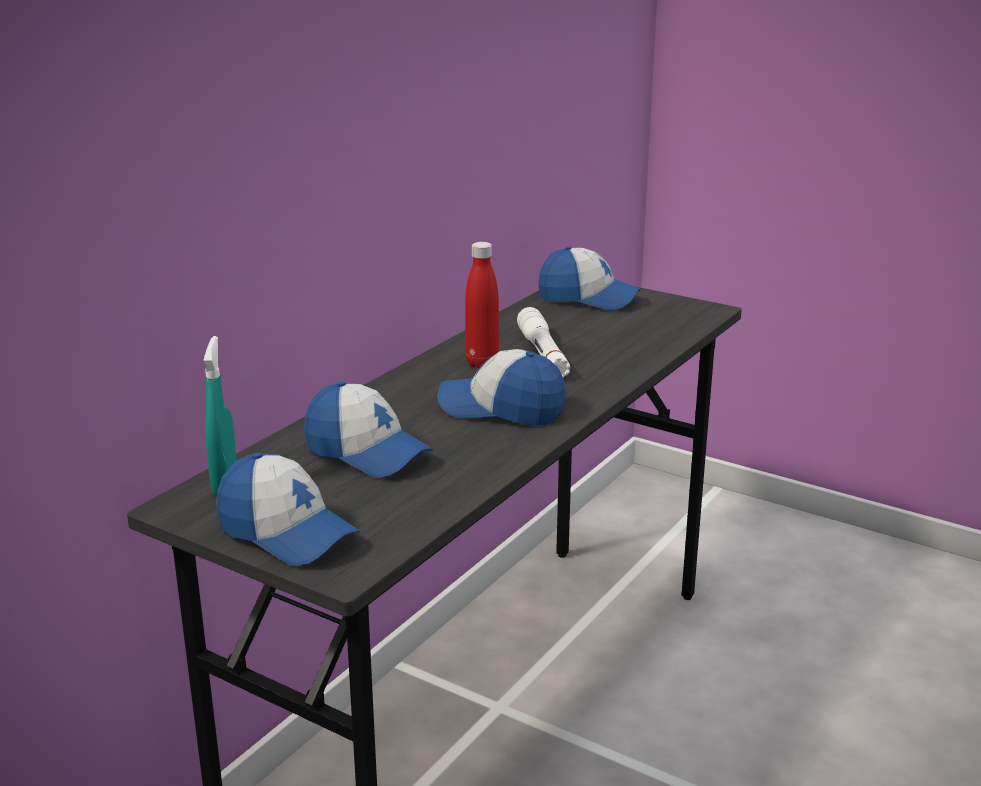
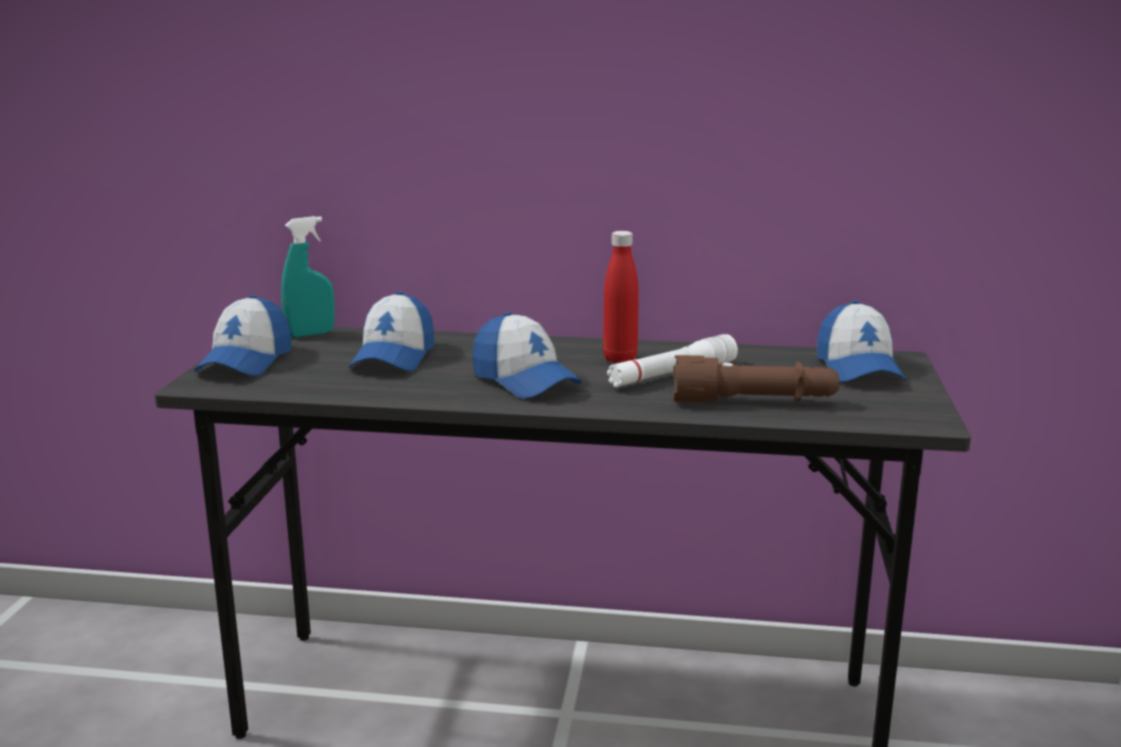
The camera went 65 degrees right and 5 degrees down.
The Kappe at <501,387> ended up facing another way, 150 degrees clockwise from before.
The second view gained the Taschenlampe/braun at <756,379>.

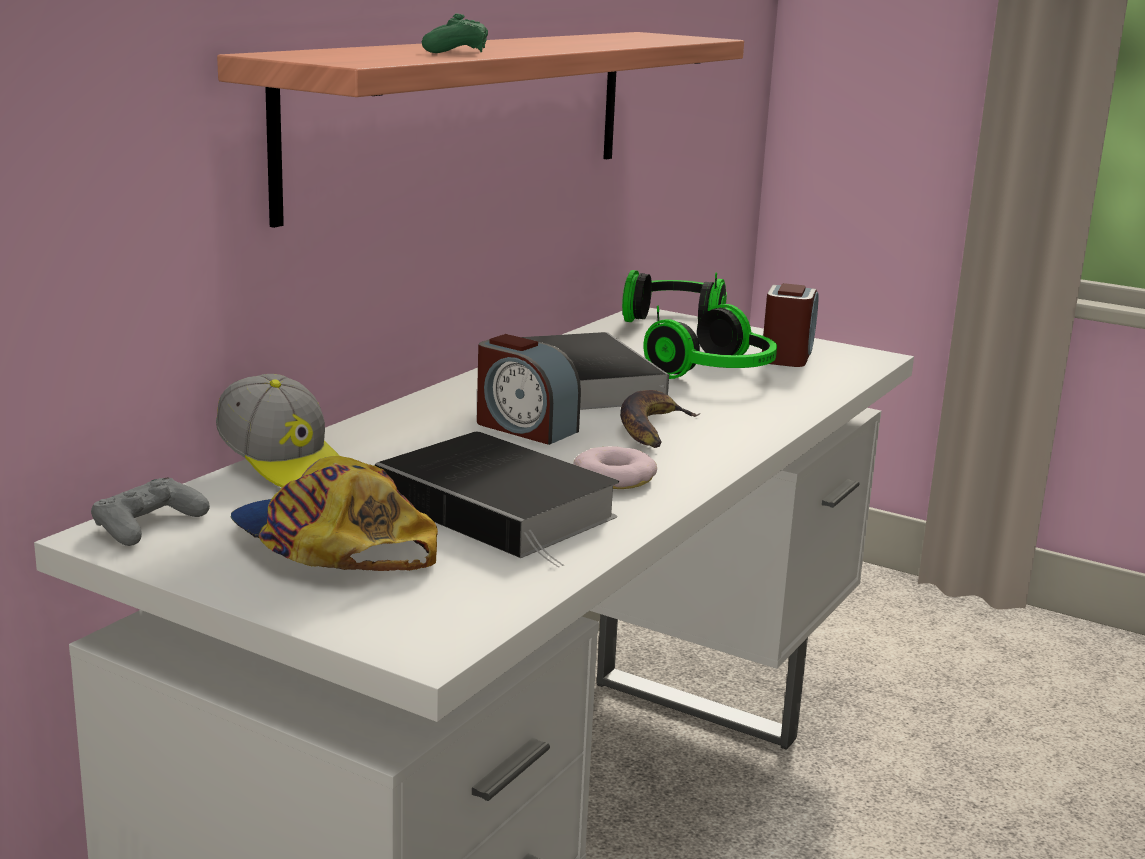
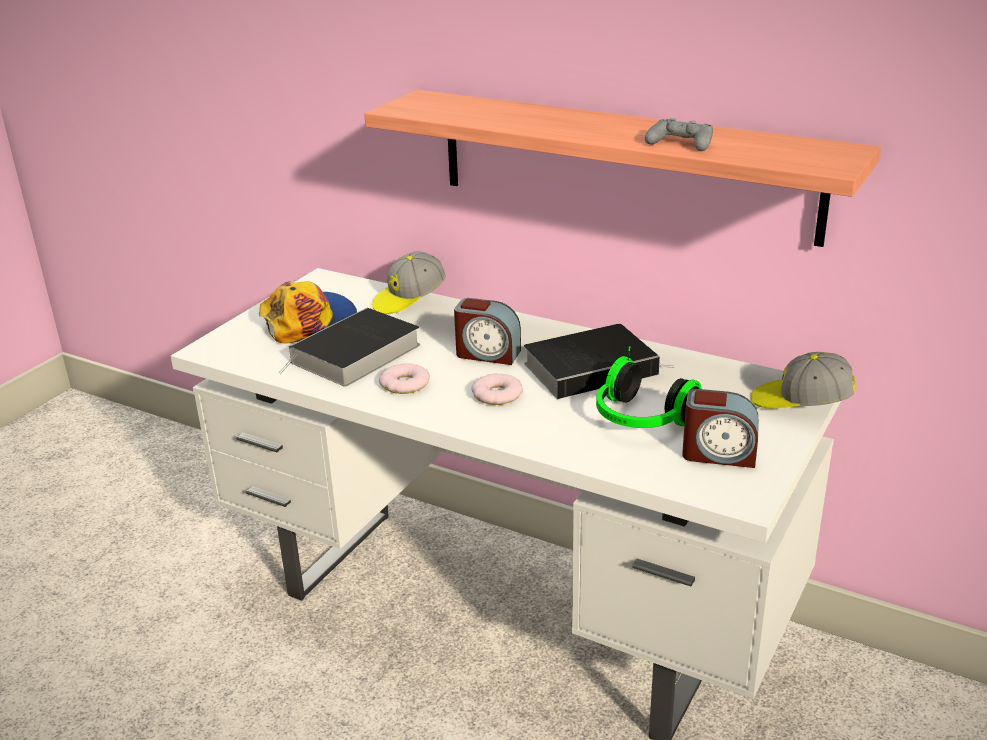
The camera went 90 degrees right and 10 degrees up.
The Gamepad/grau ended up elsewhere, having gone from <150,511> to <679,134>.
The second view lost the Gamepad/grün at <455,33>.
The Wecker at <529,389> ended up facing another way, 105 degrees counterclockwise from before.
Where the Banane stood at <660,419>, the Donut came to stand at <497,389>.
Where the Kopfhörer stood at <674,296>, the Kappe came to stand at <803,380>.

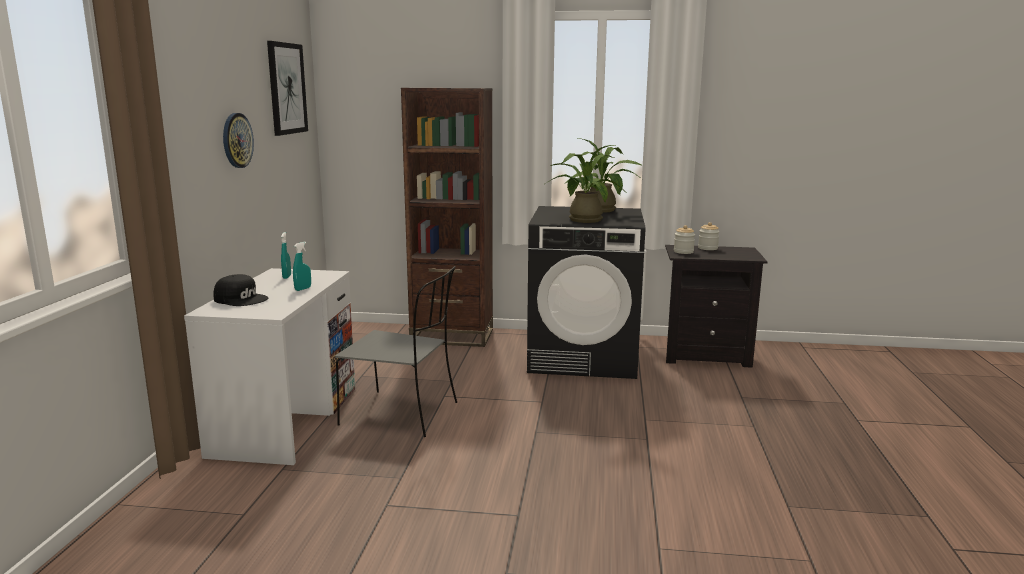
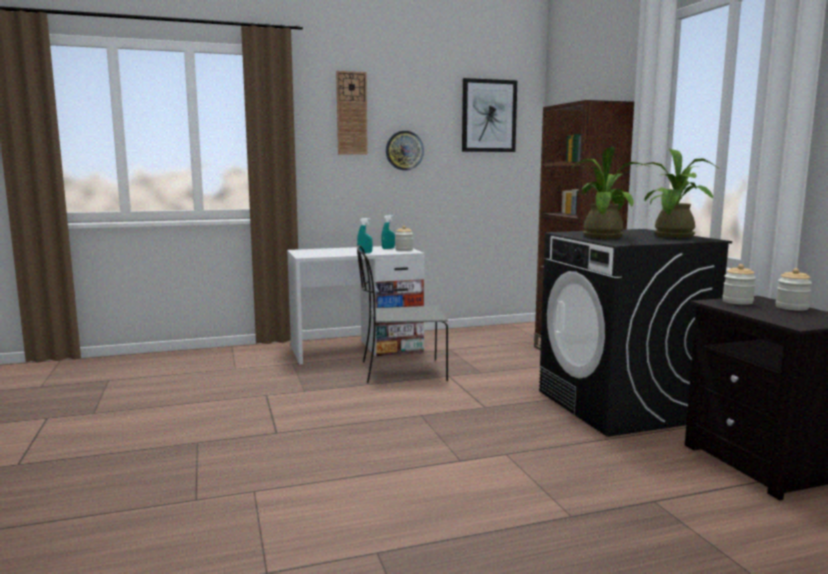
The camera went 65 degrees right and 5 degrees down.
The second view lost the Kappe/schwarz at <240,290>.
The Stuhl/grau at <396,351> ended up facing another way, 90 degrees clockwise from before.
The second view gained the Wanduhr at <352,113>.
The second view gained the Vorratsglas at <404,238>.

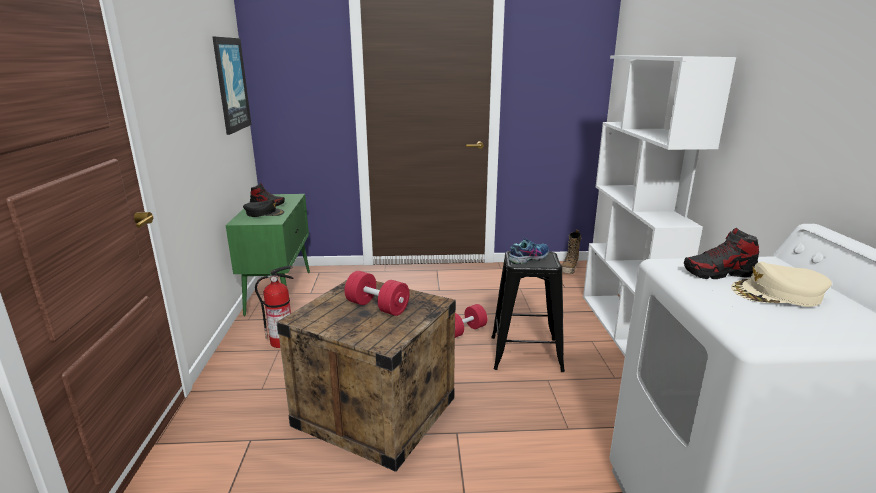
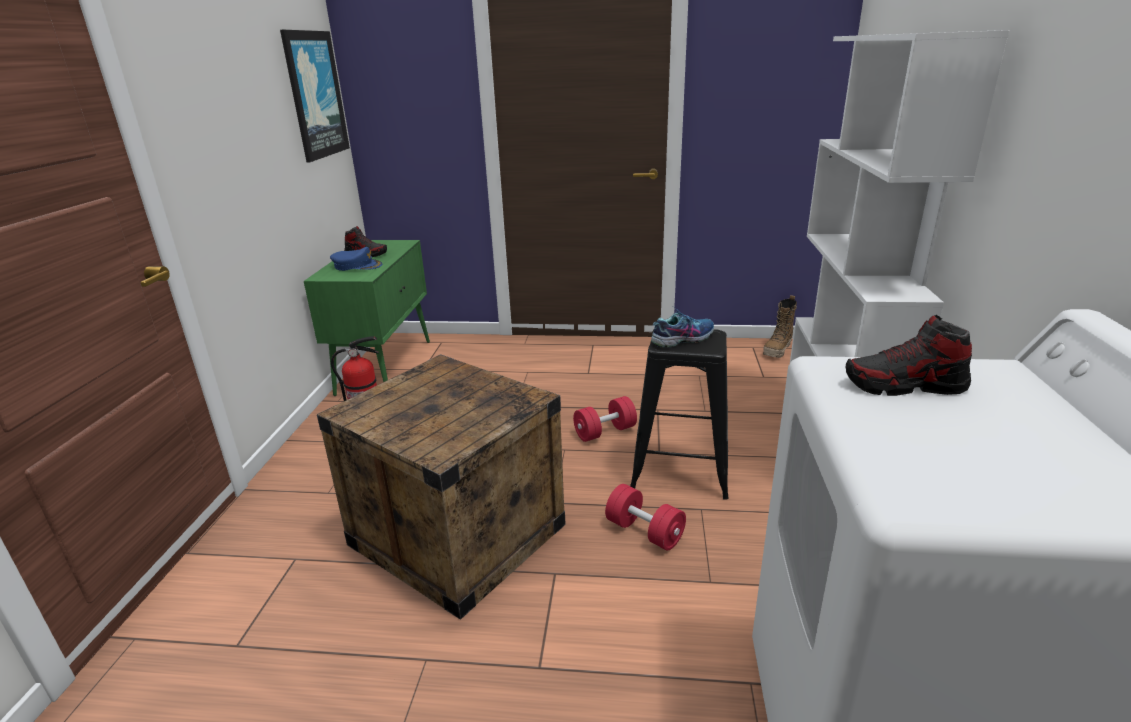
The camera went 10 degrees right and 5 degrees up.
What was the Kappe/schwarz at <263,208> turned into the Kappe/blau at <356,259>.
The Hantel/rot ended up elsewhere, having gone from <377,293> to <645,517>.
The second view lost the Kappe/beige at <781,284>.

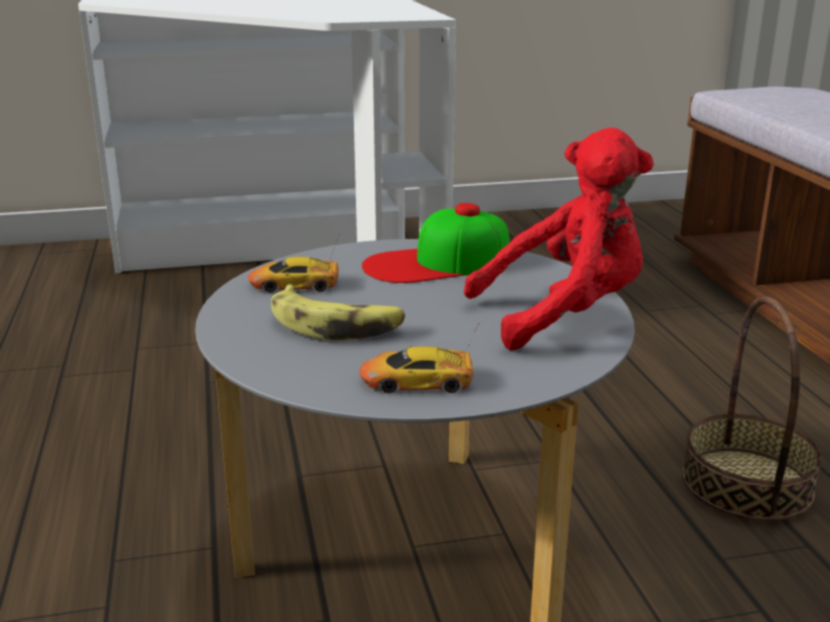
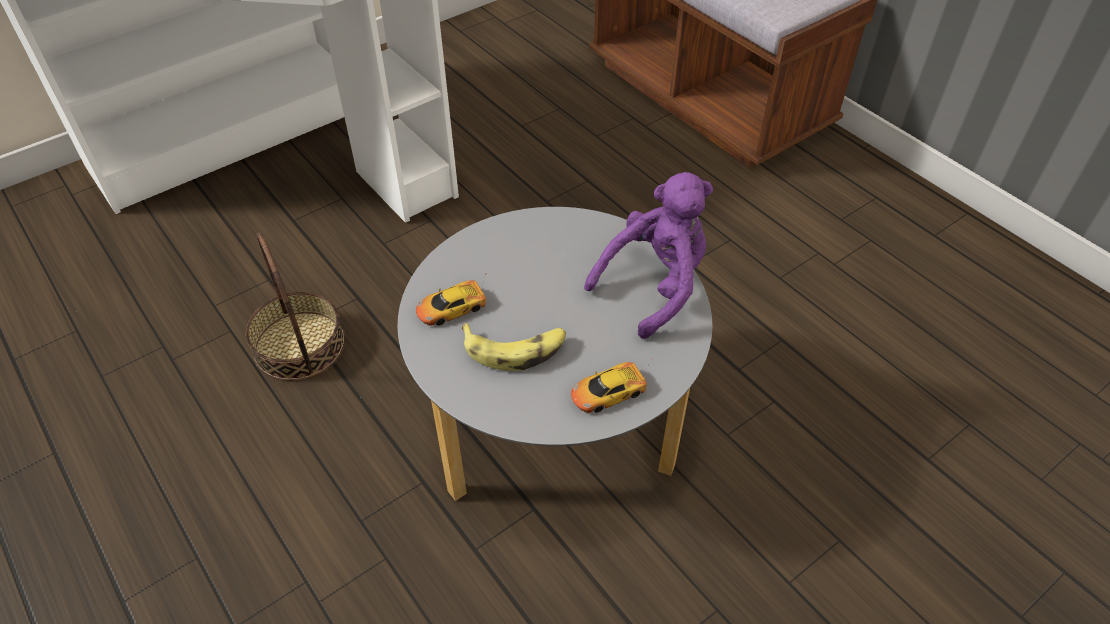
The camera went 25 degrees left and 25 degrees up.
The second view lost the Kappe at <436,243>.
What was the Plüschtier/rot at <559,239> turned into the Plüschtier/lila at <648,255>.
The Korb ended up elsewhere, having gone from <752,409> to <295,307>.

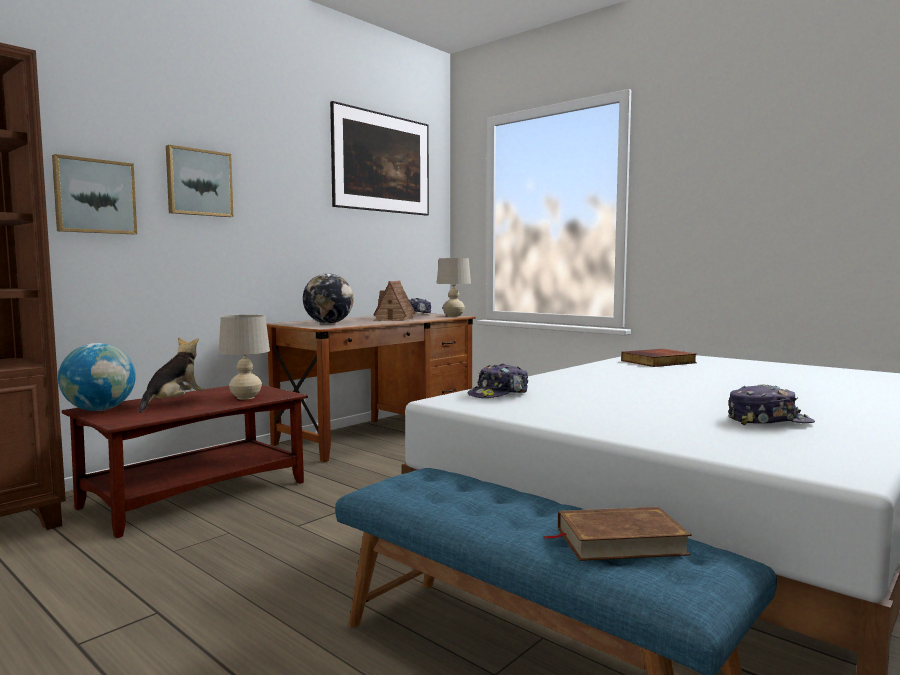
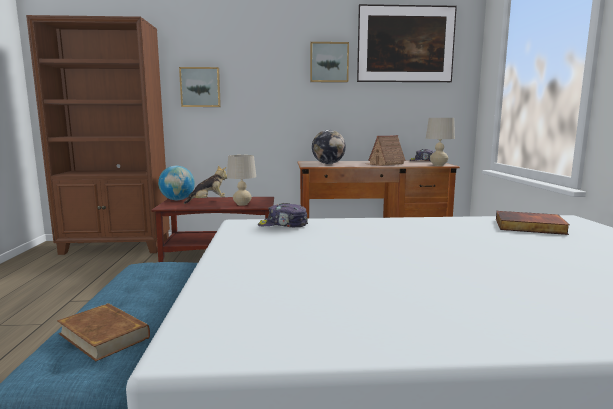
The camera went 45 degrees right and 5 degrees up.
The Bild ended up elsewhere, having gone from <199,181> to <329,62>.
The second view lost the Kappe at <771,404>.

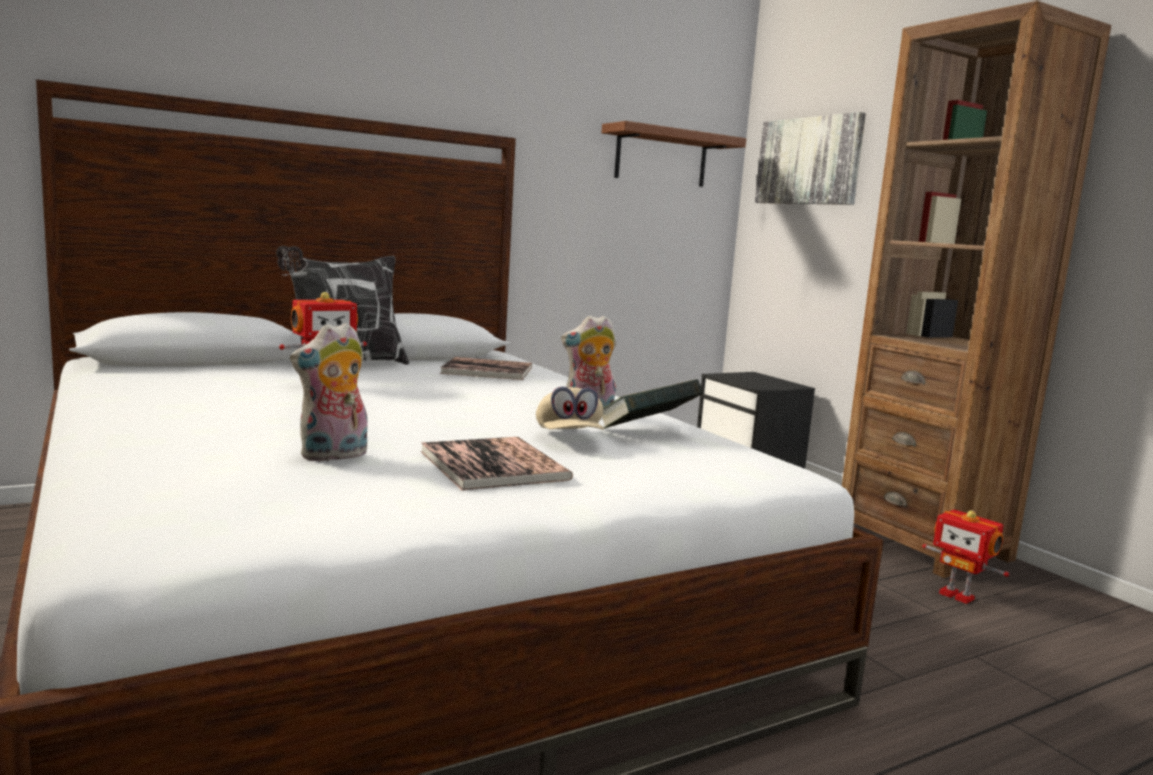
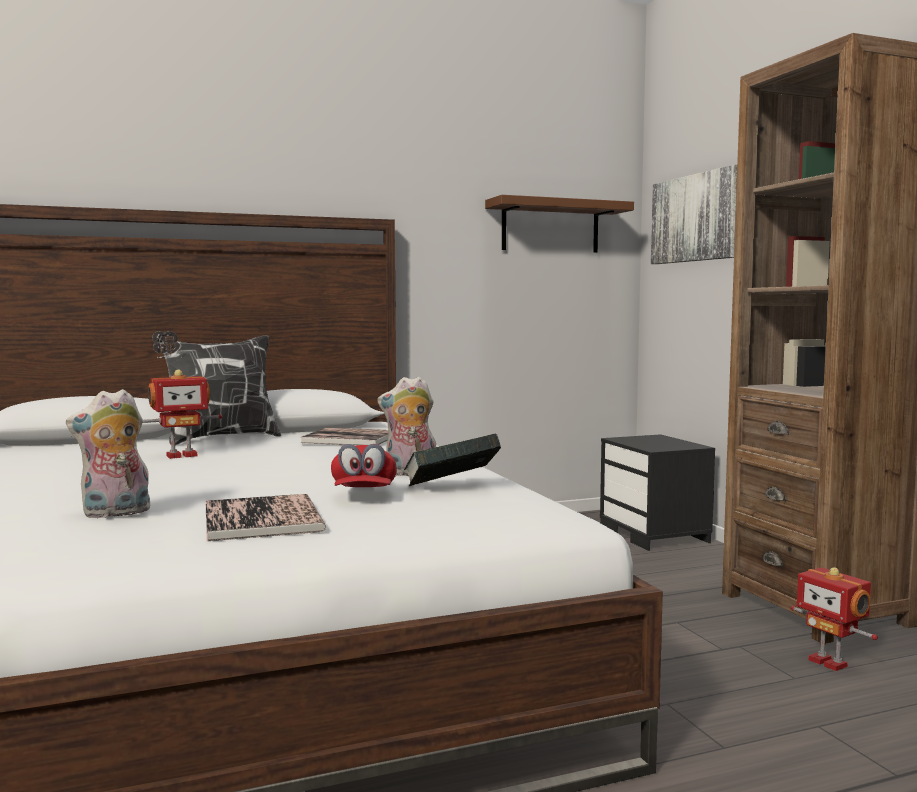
The camera went 10 degrees right and 5 degrees down.
What was the Kappe/beige at <570,408> turned into the Kappe/rot at <364,465>.

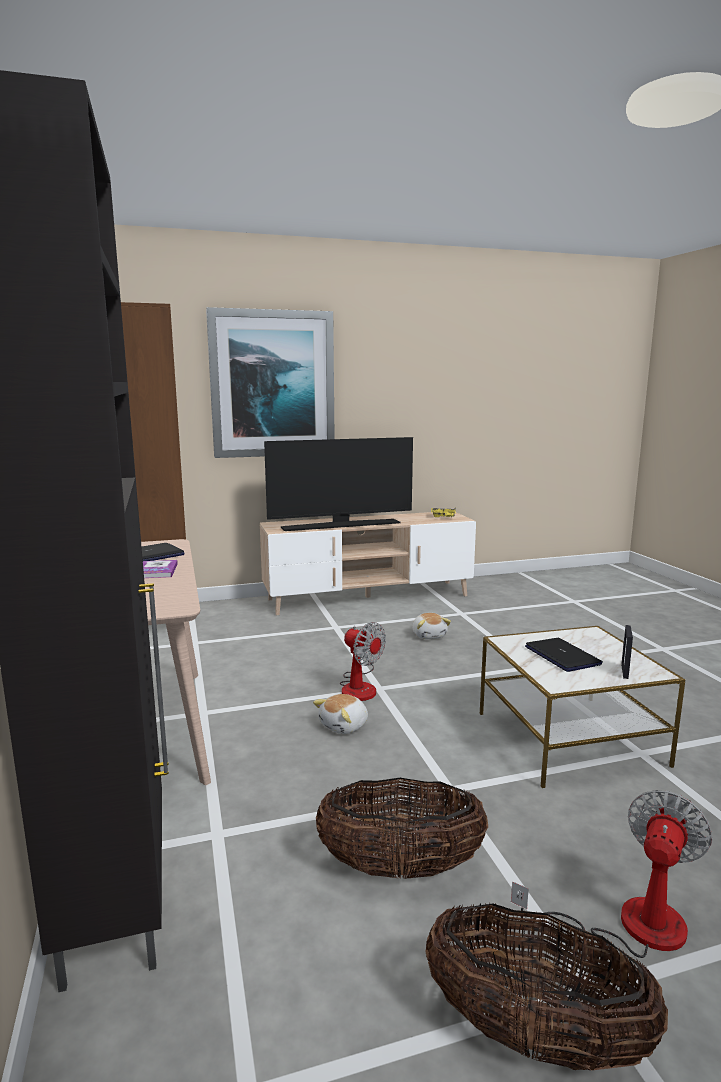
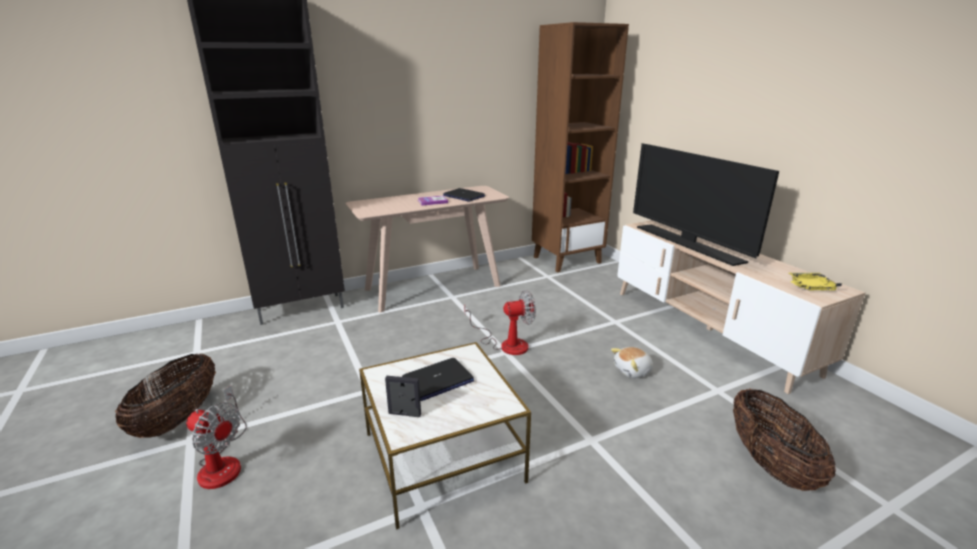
The camera went 80 degrees right and 10 degrees up.
The second view lost the Bild at <270,382>.
The second view lost the Plüschtier at <340,714>.
The Korb ended up elsewhere, having gone from <402,828> to <784,439>.
The Ventilator at <363,661> ended up facing another way, 135 degrees counterclockwise from before.

